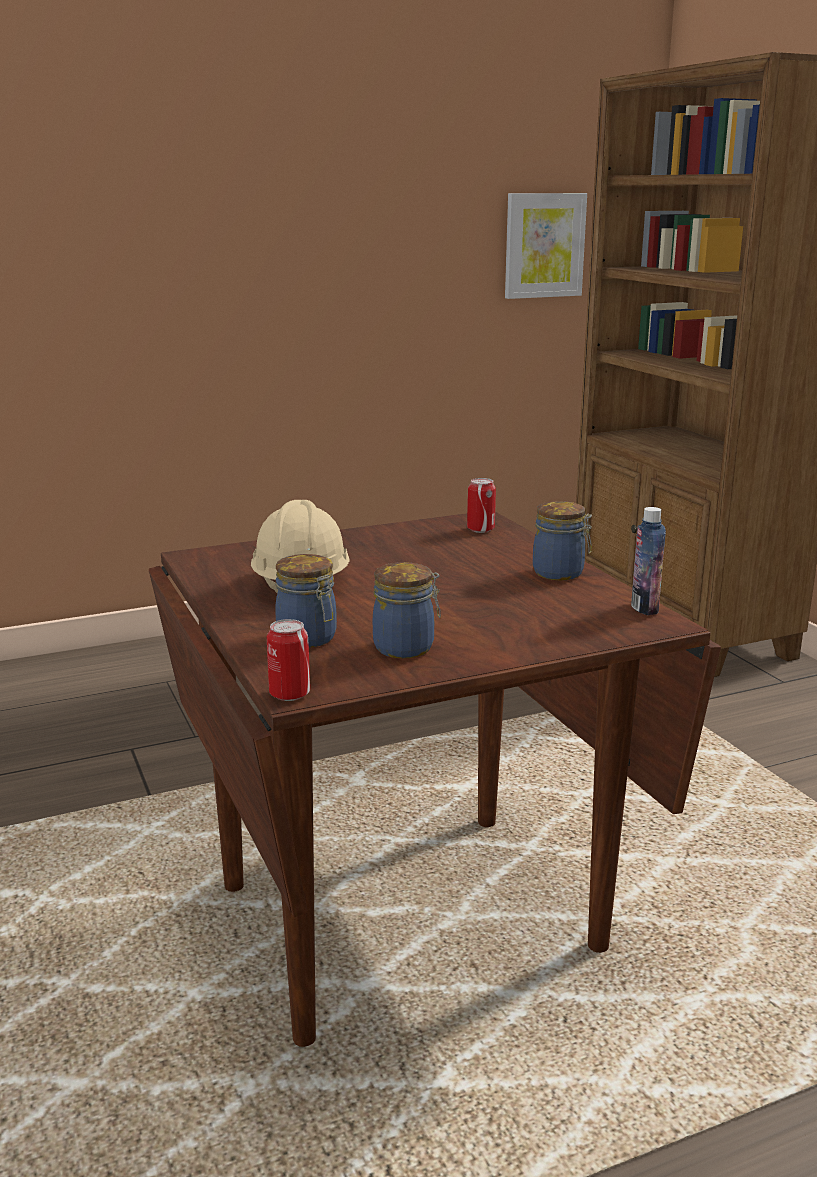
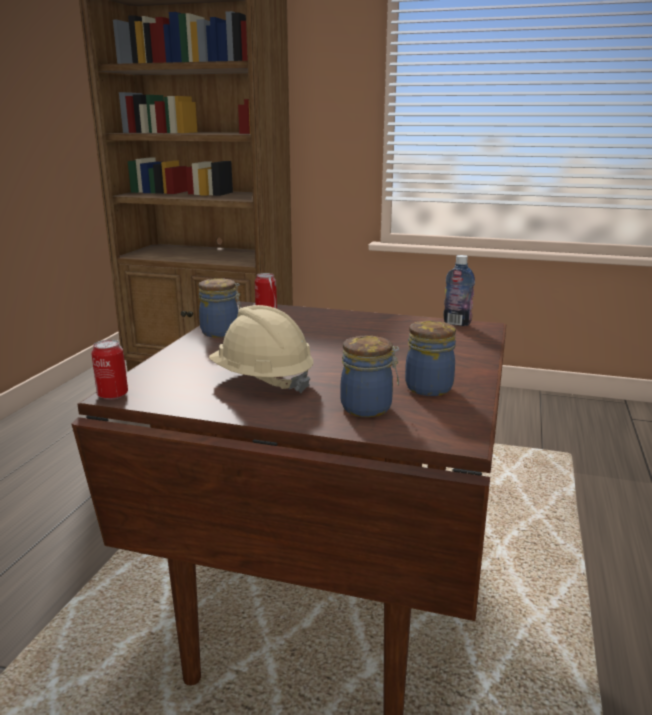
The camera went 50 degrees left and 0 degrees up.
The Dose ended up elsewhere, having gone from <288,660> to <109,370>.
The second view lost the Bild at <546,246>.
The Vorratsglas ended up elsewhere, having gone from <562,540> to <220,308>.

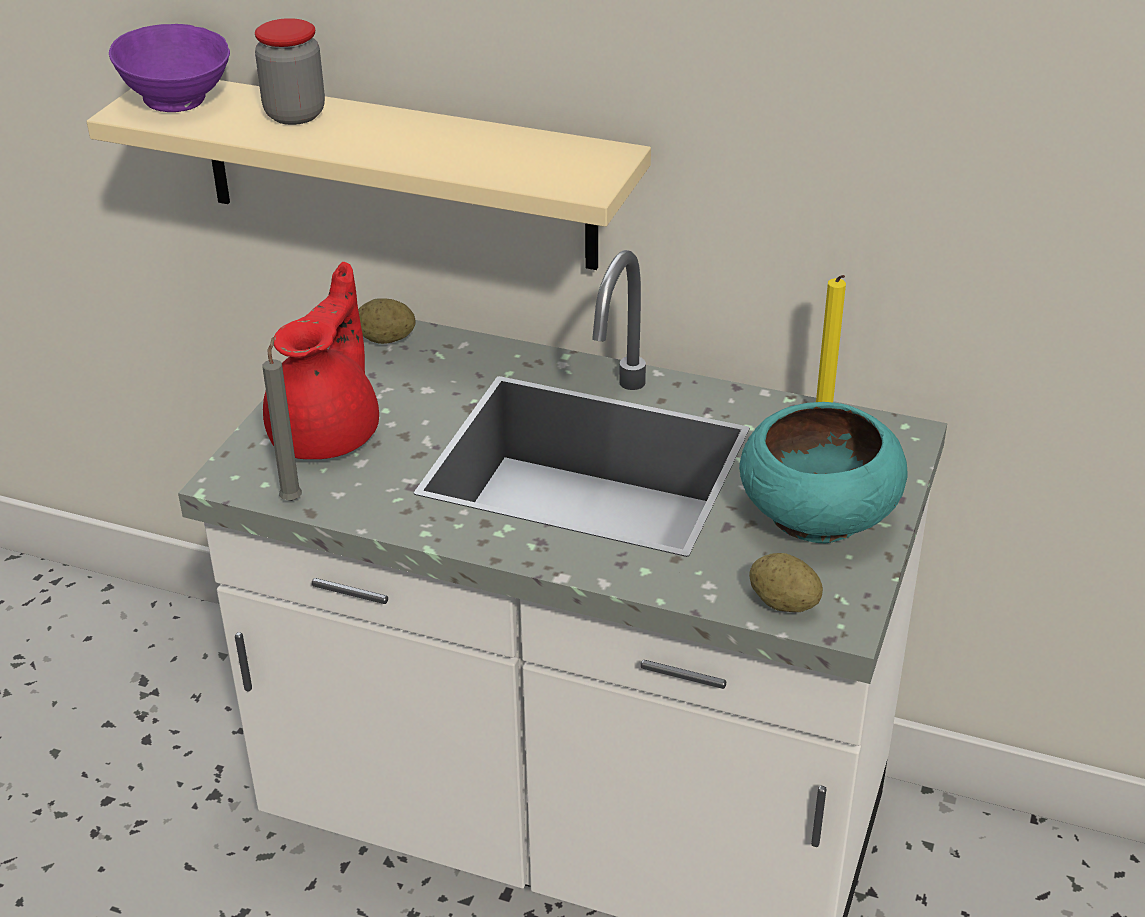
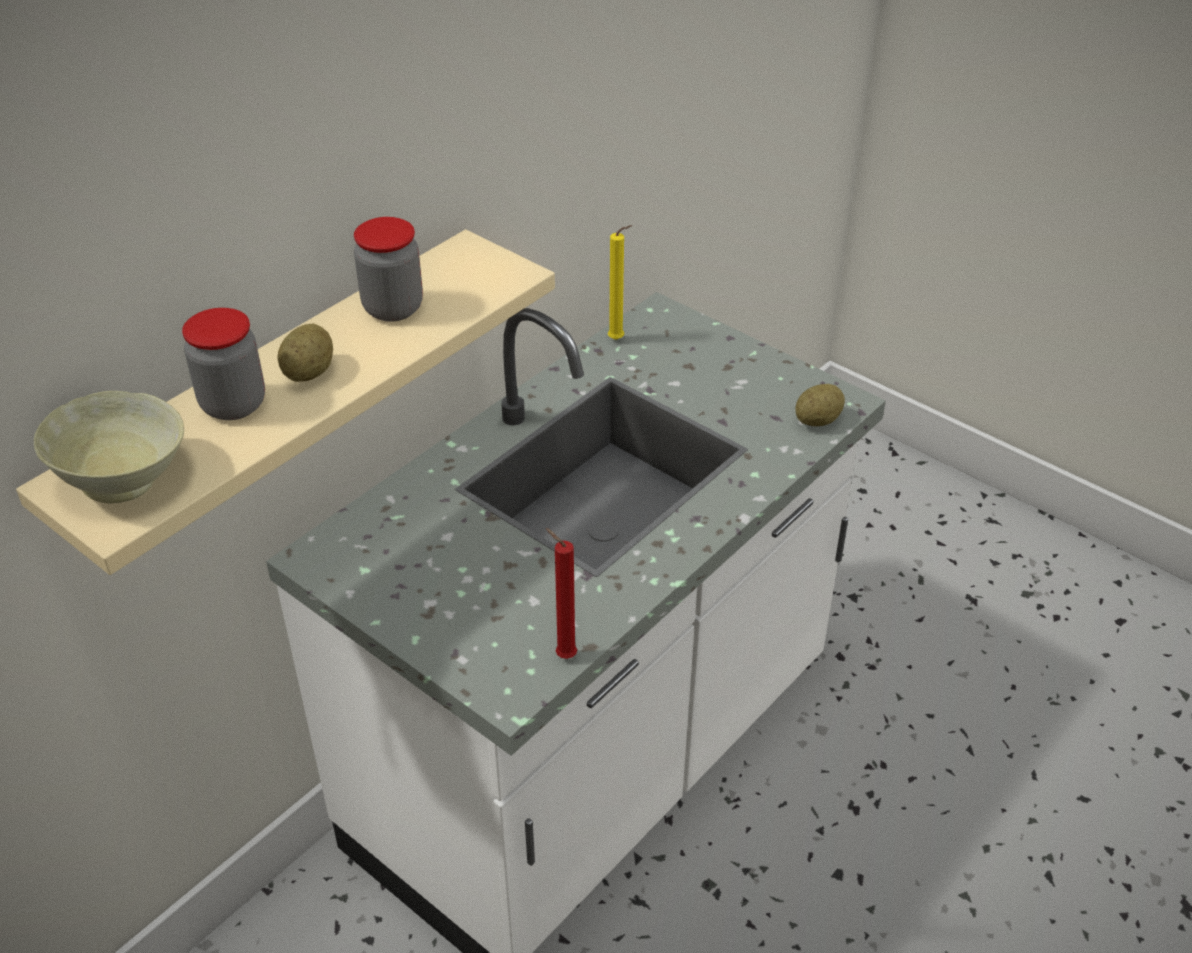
The camera went 70 degrees left and 5 degrees up.
What was the Schüssel/lila at <169,68> turned into the Schüssel/beige at <109,447>.
What was the Kerze/grau at <282,419> turned into the Kerze/rot at <561,593>.
The second view lost the Teekanne/rot at <321,360>.
The Kartoffel ended up elsewhere, having gone from <387,321> to <305,353>.
The second view lost the Schüssel/türkis at <823,472>.
The second view gained the Vorratsglas at <388,269>.

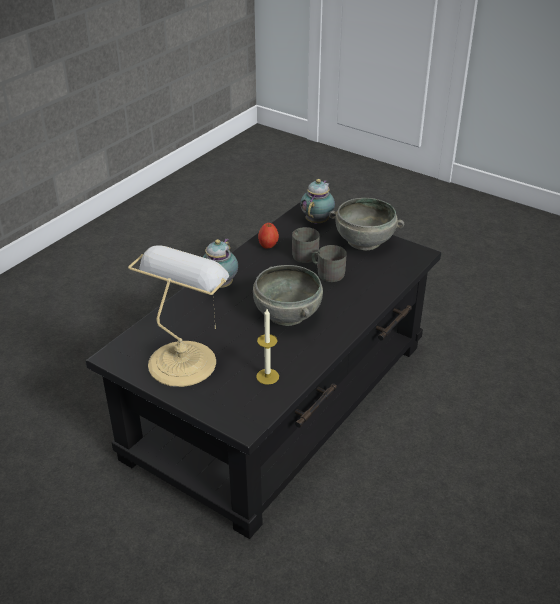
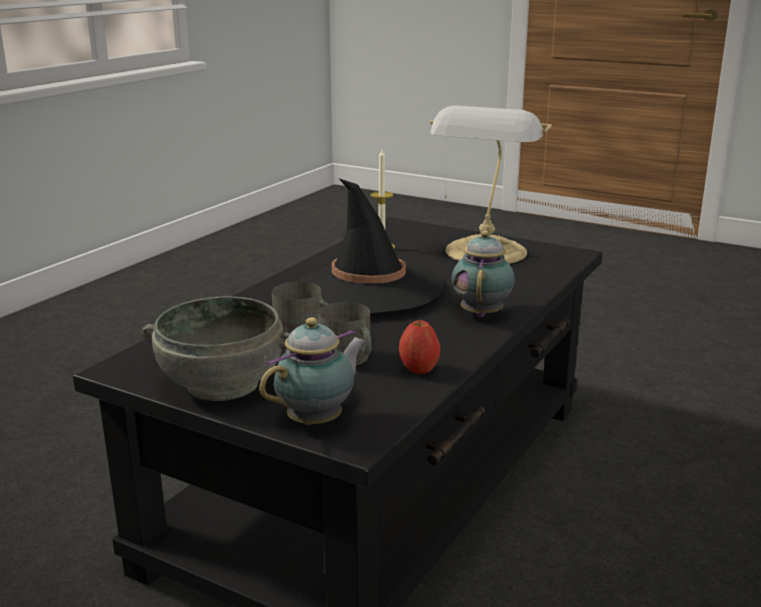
The camera went 175 degrees right and 15 degrees down.
Where the Schüssel/grau stood at <288,295>, the Hut/schwarz came to stand at <370,246>.
The Teekanne at <317,201> ended up facing another way, 150 degrees counterclockwise from before.

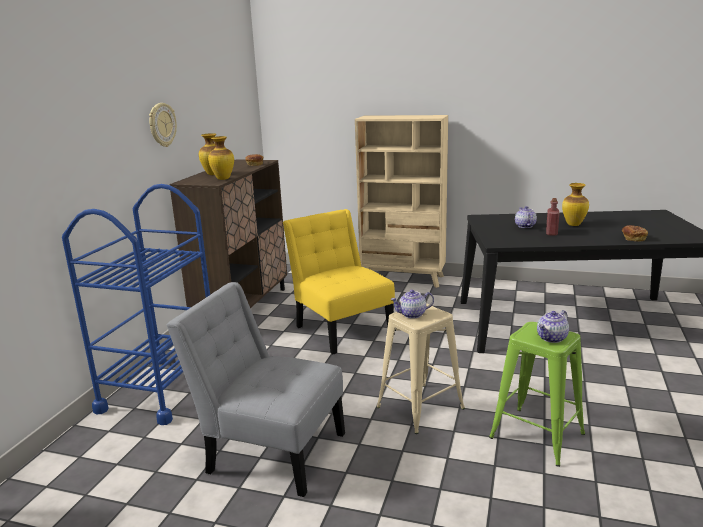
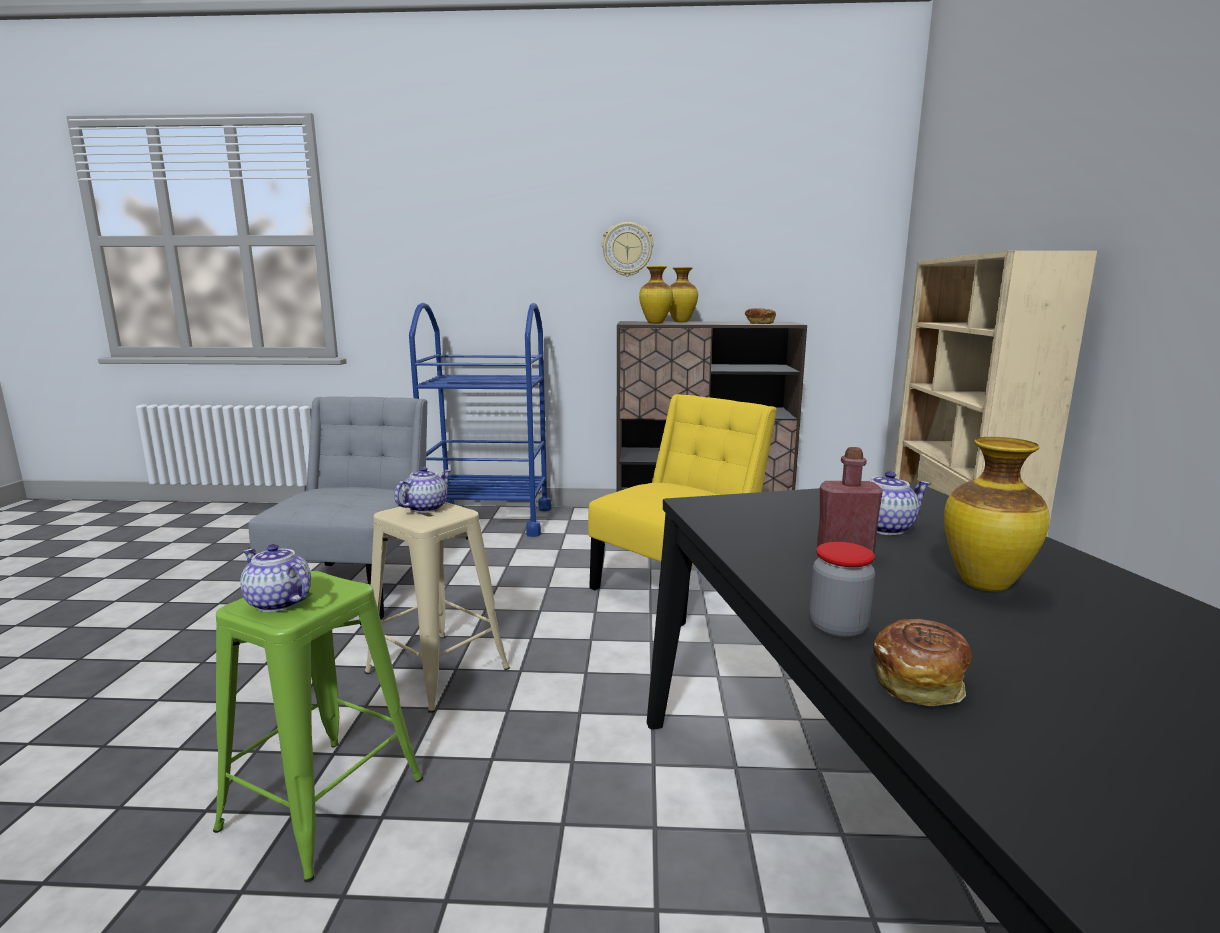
The camera went 75 degrees right and 5 degrees down.
The Teekanne at <412,304> ended up facing another way, 60 degrees clockwise from before.
The second view gained the Vorratsglas at <842,590>.

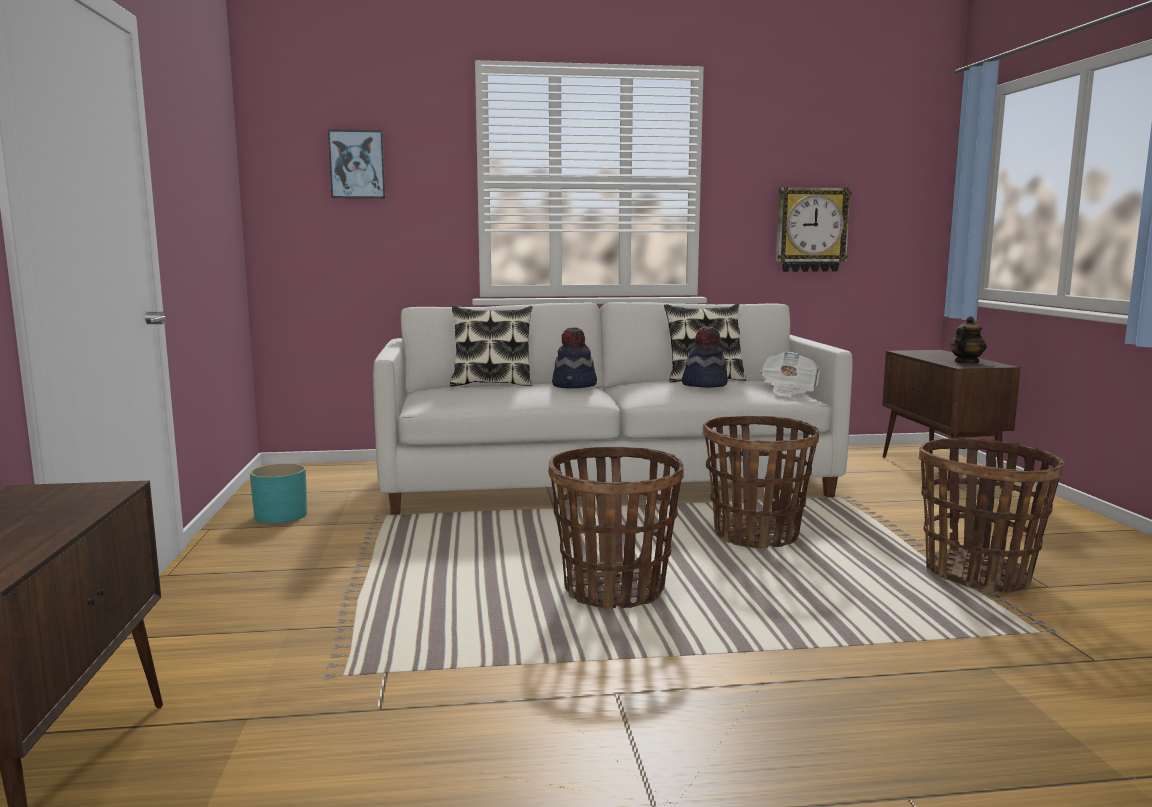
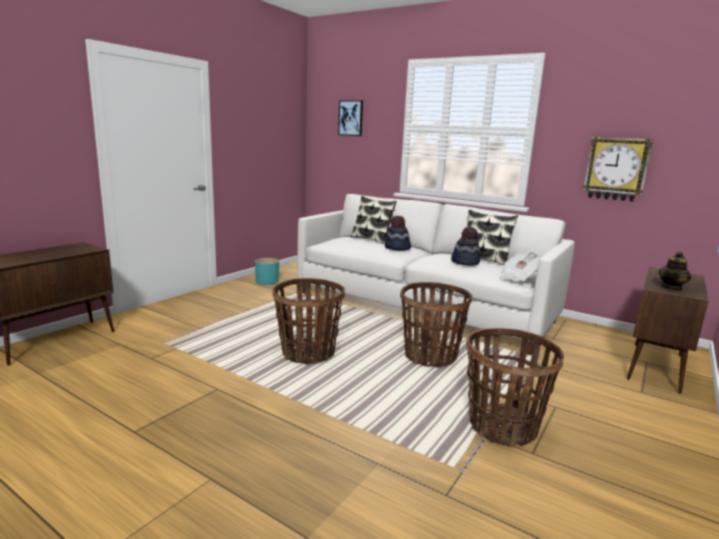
The camera went 40 degrees right and 5 degrees up.
The Teekanne at <968,339> ended up facing another way, 135 degrees clockwise from before.

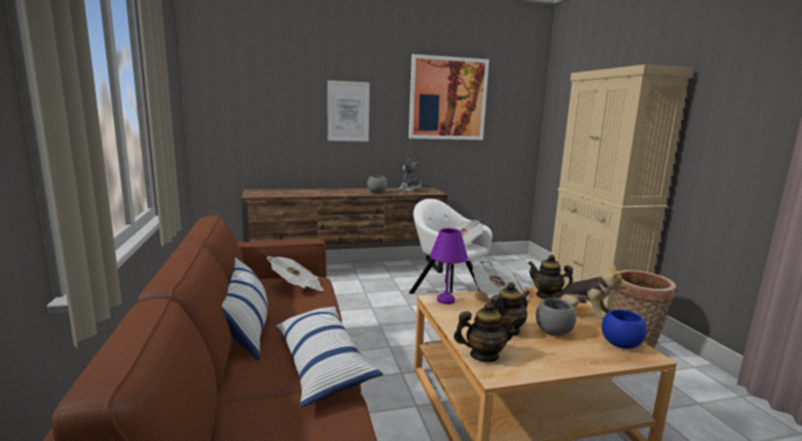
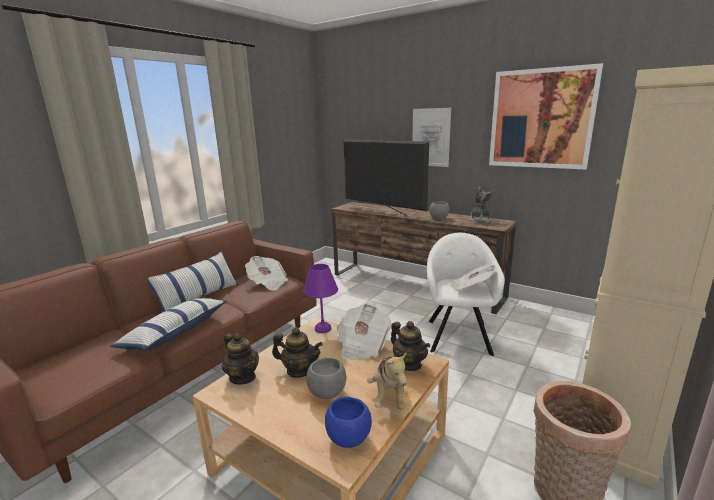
The camera went 50 degrees right and 5 degrees up.
The Teekanne at <550,277> ended up facing another way, 150 degrees clockwise from before.
The second view gained the Fernseher at <386,178>.

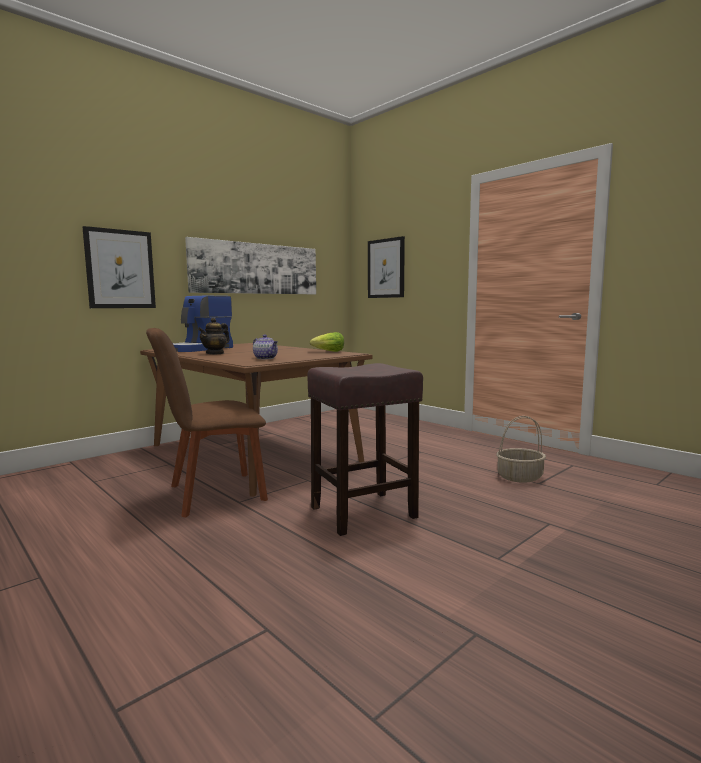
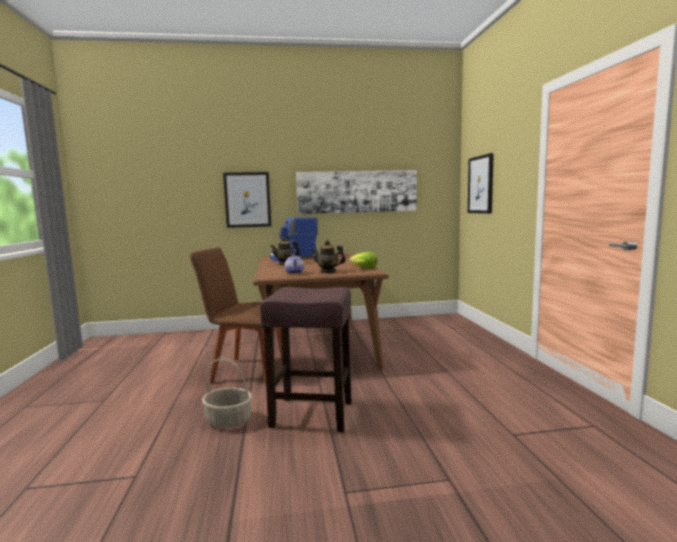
The camera went 35 degrees right and 0 degrees up.
The Korb ended up elsewhere, having gone from <521,449> to <227,392>.
The second view gained the Teekanne at <328,256>.

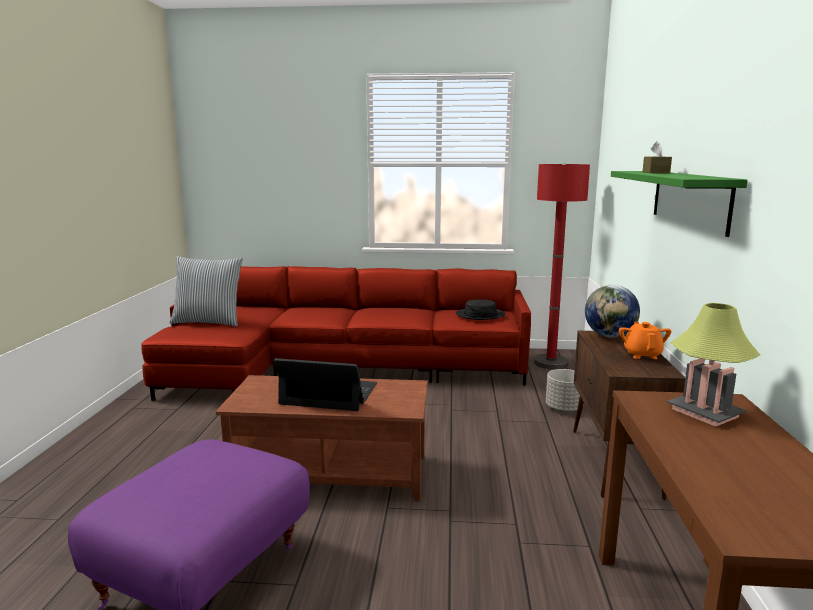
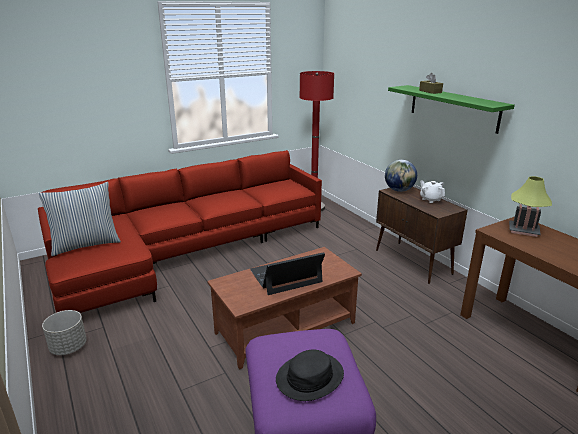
The camera went 35 degrees left and 10 degrees up.
The Hut/schwarz ended up elsewhere, having gone from <481,309> to <310,375>.
The Pflanzkübel/grau ended up elsewhere, having gone from <565,390> to <64,332>.
What was the Teekanne/orange at <645,340> turned into the Teekanne/weiß at <432,191>.

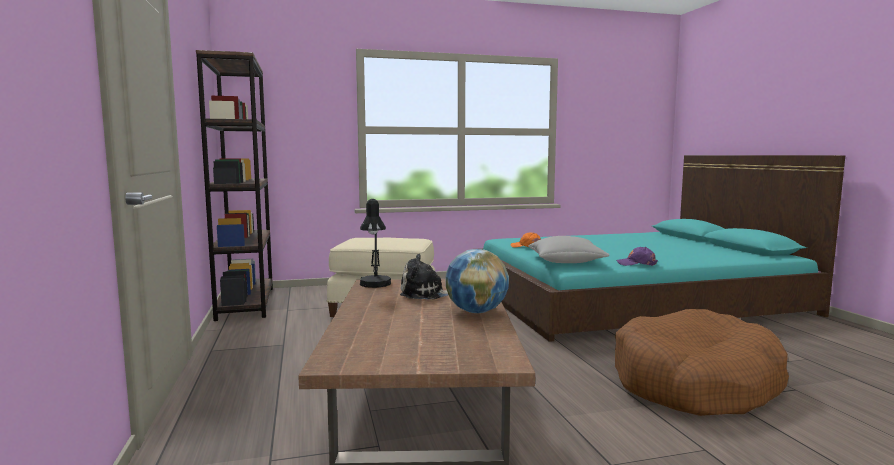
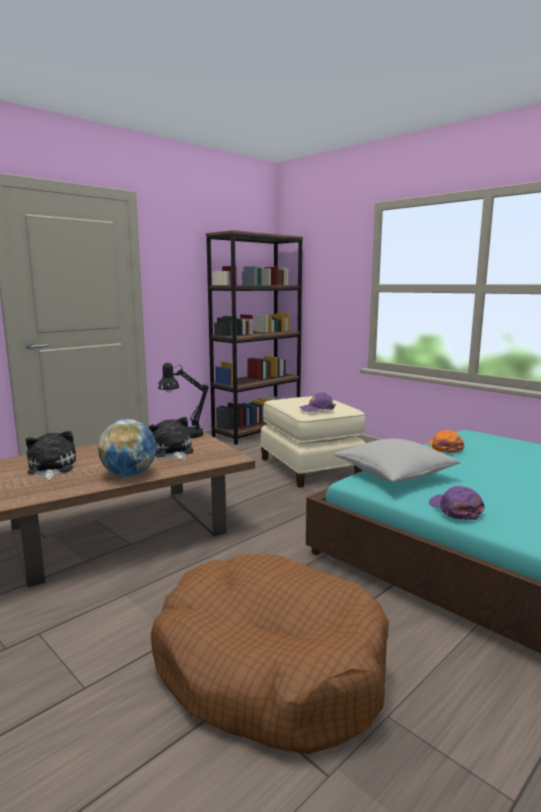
The camera went 60 degrees right and 5 degrees up.
The second view gained the Plüschtier at <51,455>.
The second view gained the Kappe/lila at <318,402>.

